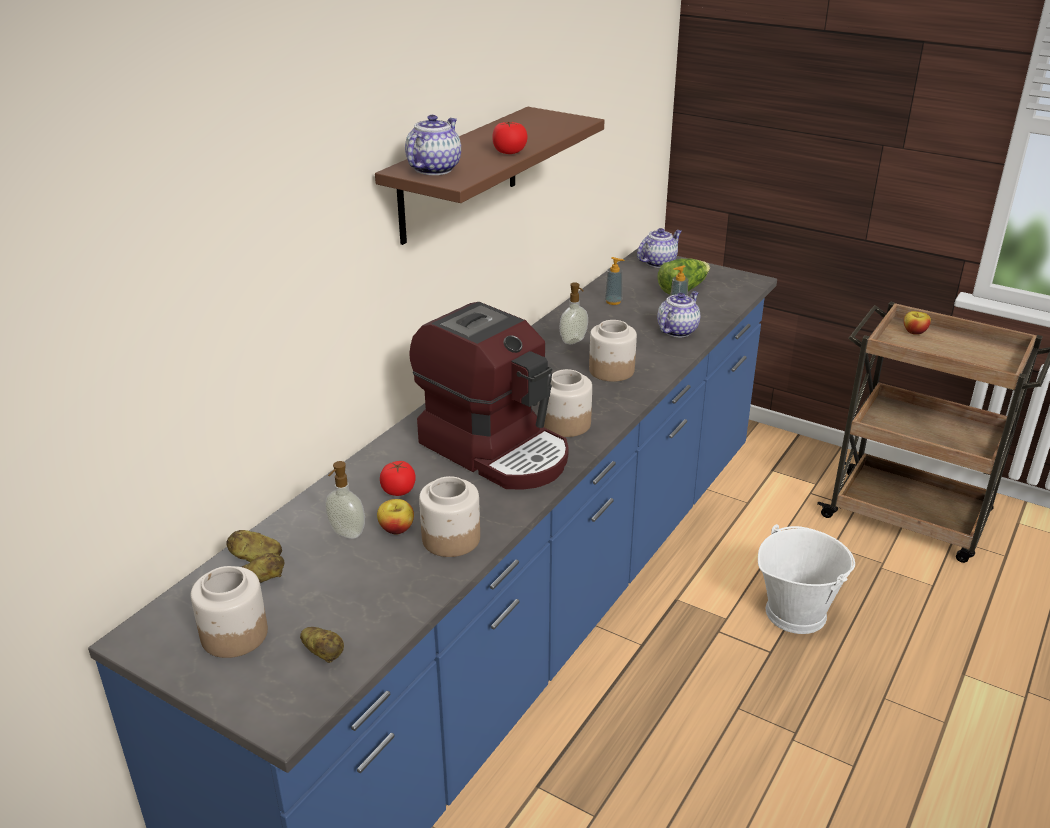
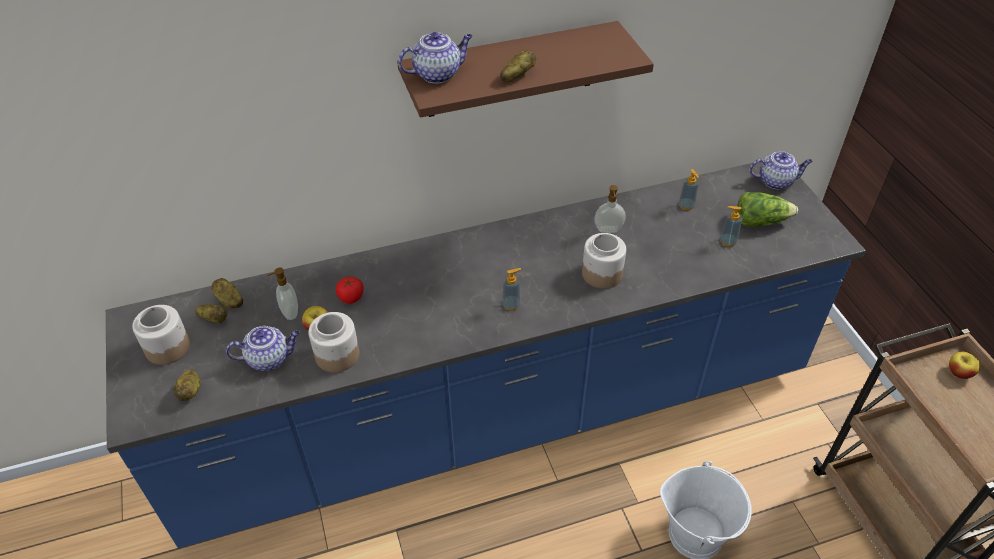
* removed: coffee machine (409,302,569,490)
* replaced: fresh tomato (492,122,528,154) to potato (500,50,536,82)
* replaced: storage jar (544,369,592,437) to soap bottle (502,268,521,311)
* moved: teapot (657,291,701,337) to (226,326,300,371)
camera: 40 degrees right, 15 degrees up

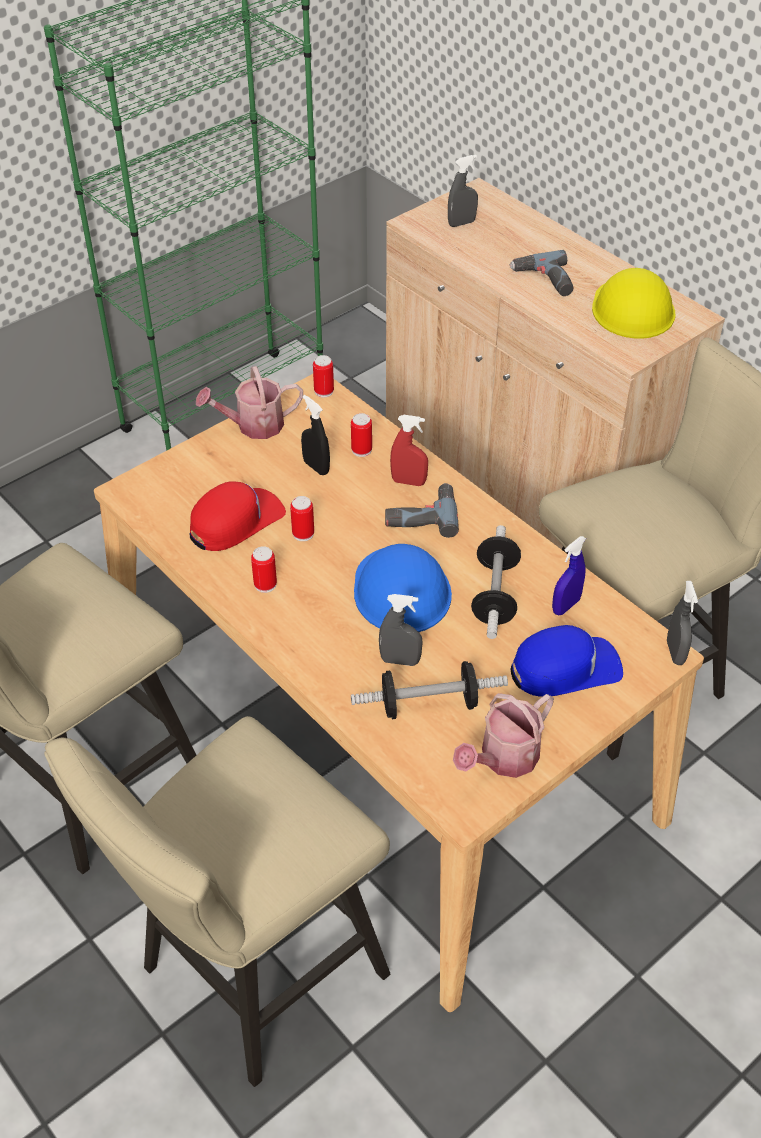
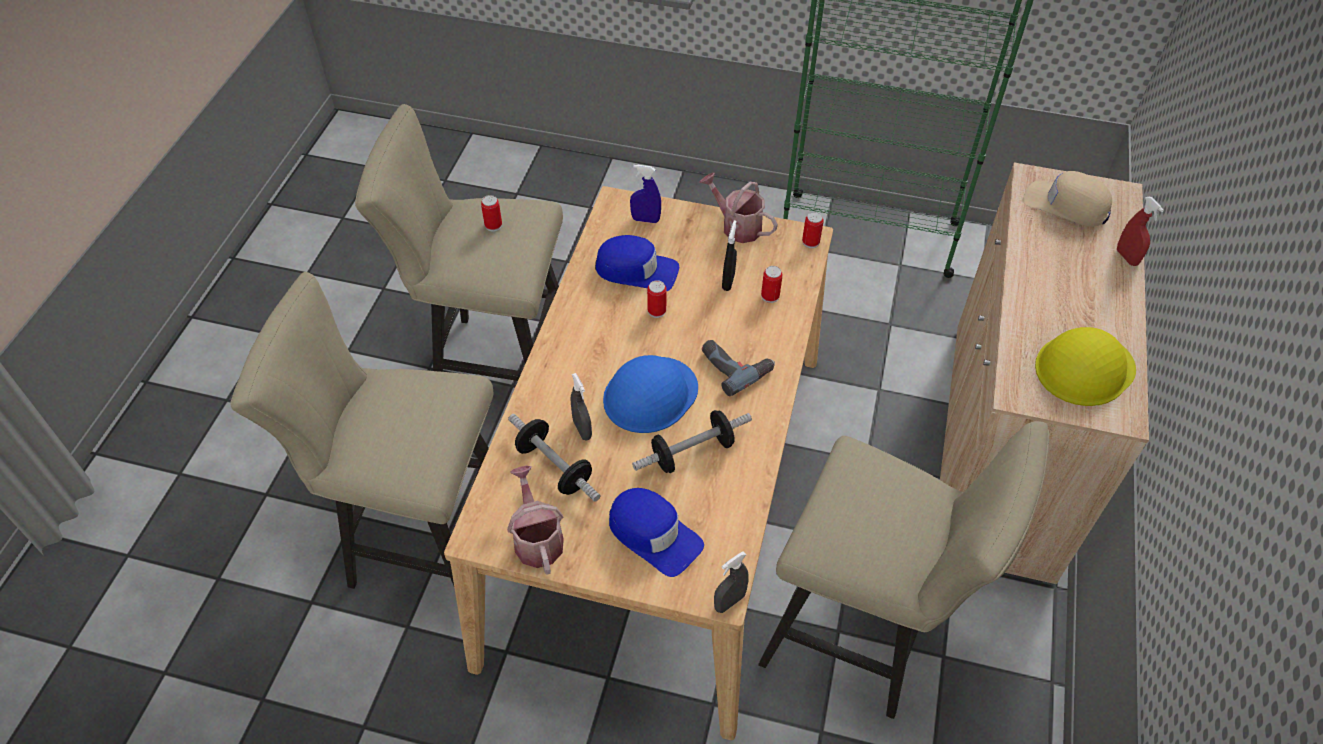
* recoloured: red-coloured cap (190,481,286,551) to blue cap (595,235,679,291)
* moved: can (251,546,277,593) to (481,195,502,232)
* moved: red-coloured spray bottle (390,415,428,486) to (1117,197,1164,266)
* replaced: grey spray bottle (448,155,478,227) to beige-coloured cap (1023,171,1112,227)
* turned: watering can (453,693,554,778) = (507,466,564,575) 60 degrees clockwise
* removed: power drill (510,250,573,296)
* moved: blue spray bottle (552,536,586,615) to (630,164,661,223)
camera: 55 degrees right, 5 degrees up

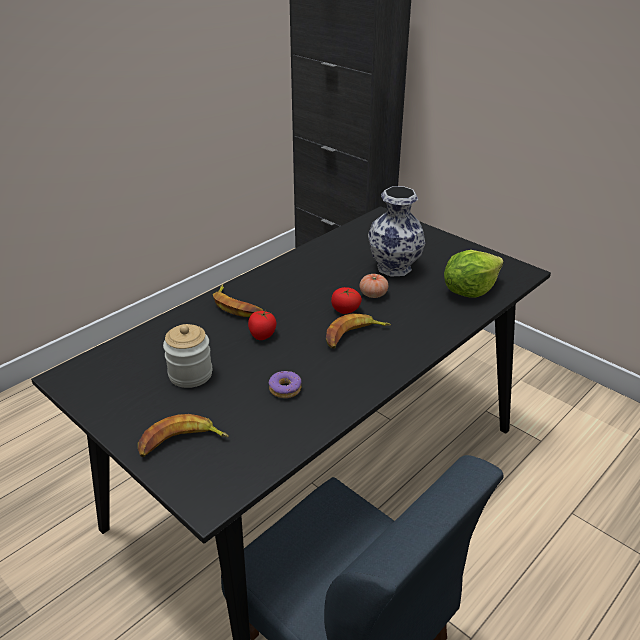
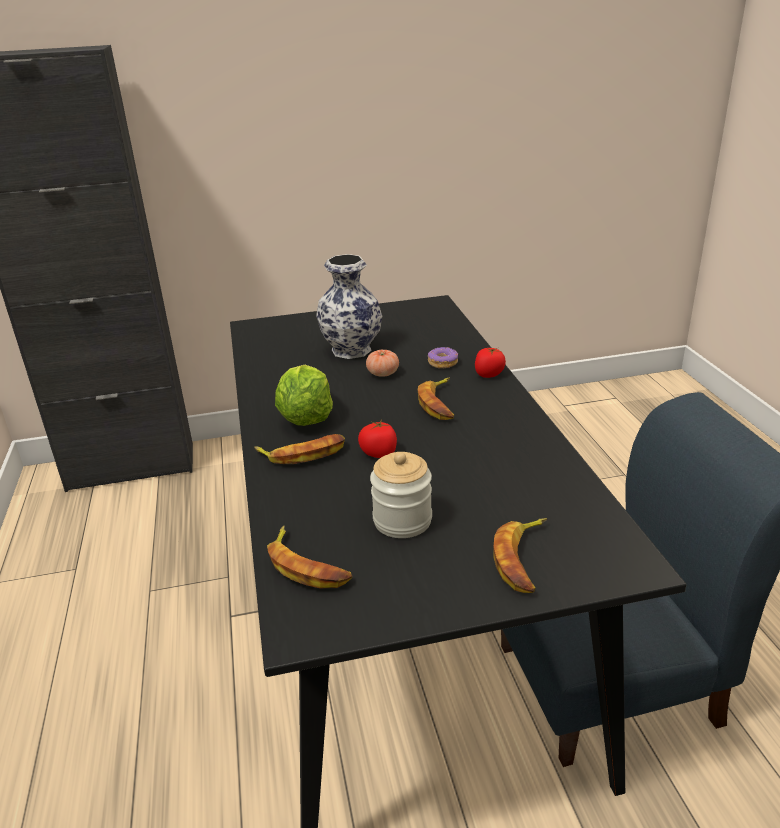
* moved: doughnut (269,371,302,398) to (428,347,458,368)
* moved: fresh tomato (331,287,362,314) to (475,348,506,378)
* moved: head of lettuce (444,250,504,298) to (275,365,333,426)
* added: whole banana (267,525,352,588)
camera: 55 degrees left, 5 degrees down

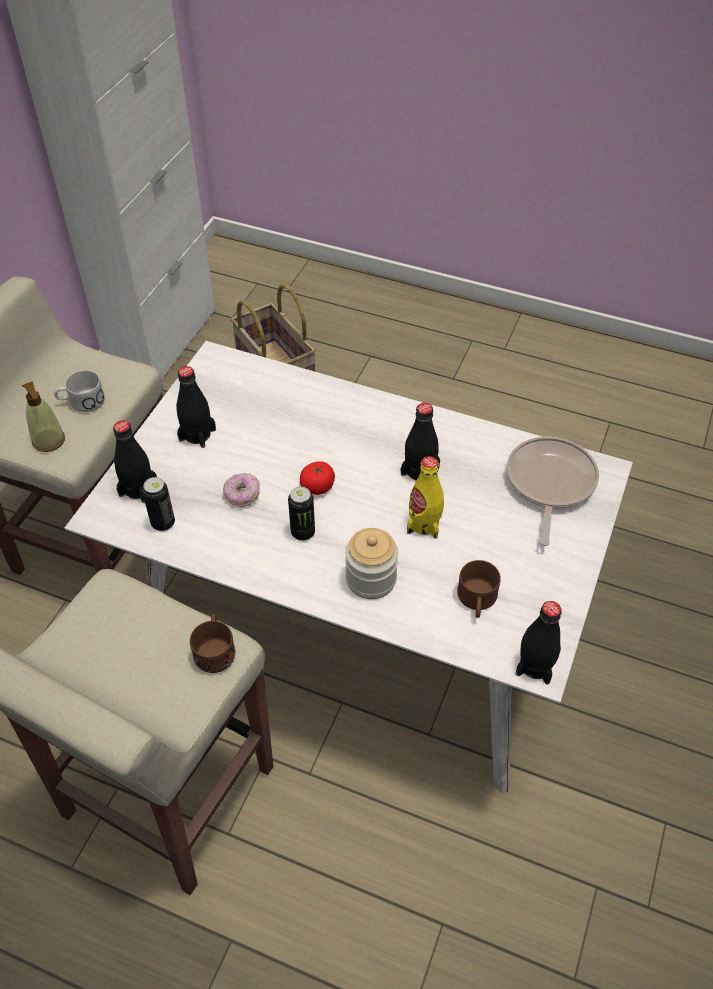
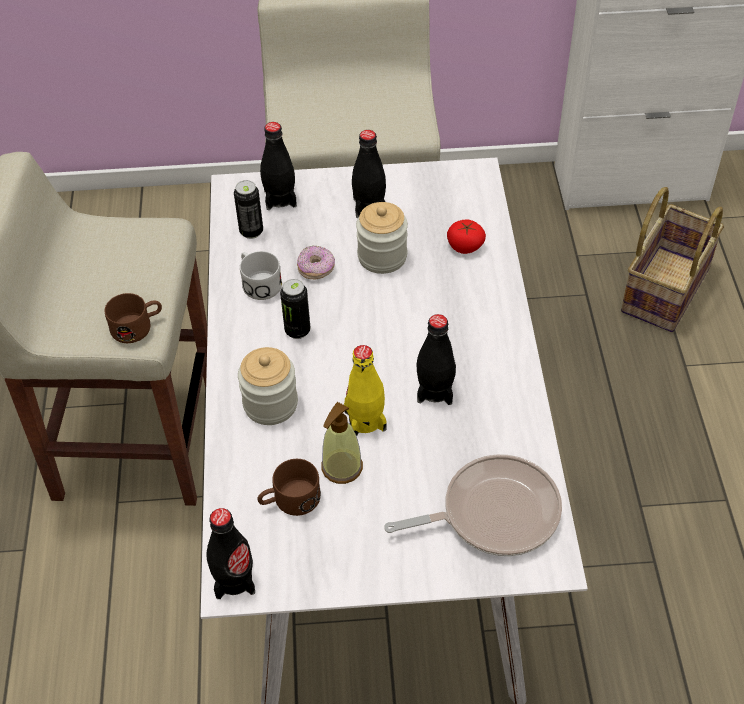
* moved: soap bottle (22,381,65,452) to (321,402,363,484)
* moved: whitish mug (54,370,105,412) to (240,251,282,300)
* moved: fresh tomato (300,461,335,495) to (447,219,486,254)
* added: storage jar (356,202,408,274)
camera: 65 degrees right, 0 degrees up

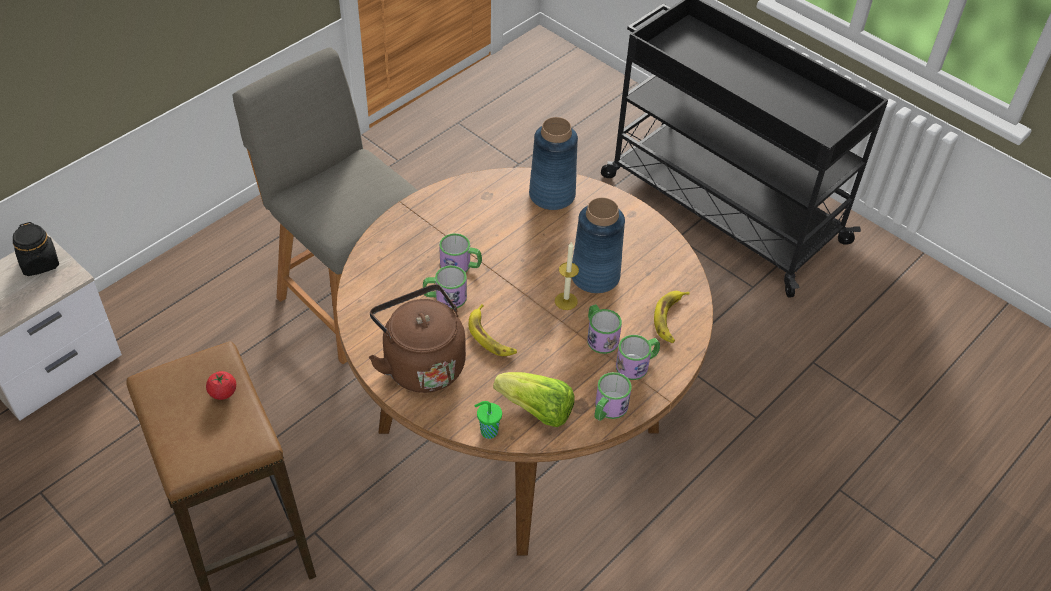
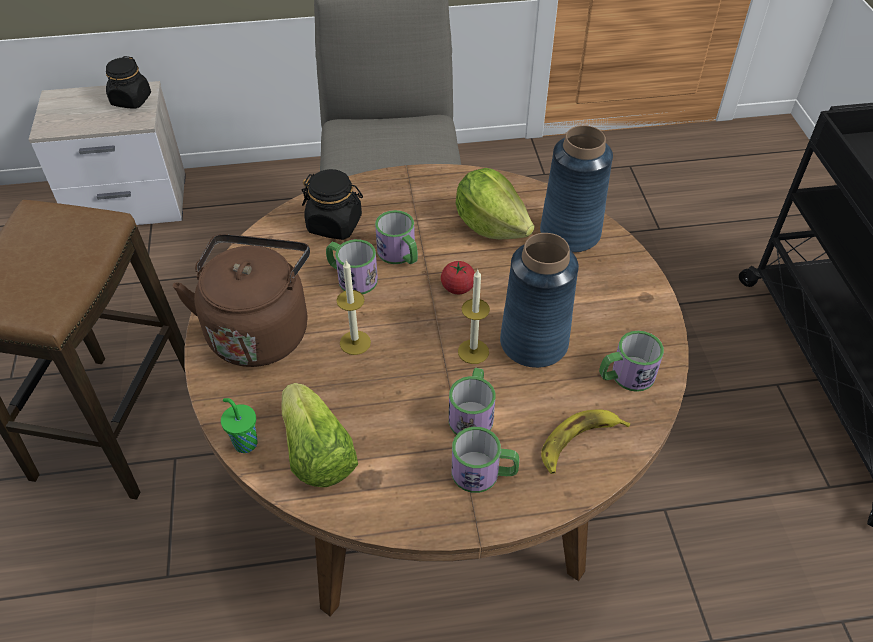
* moved: fresh tomato (206,371,236,400) to (441,261,475,294)
* replaced: whole banana (469,304,517,356) to wax light (336,261,371,355)
* moved: mug (594,372,632,421) to (599,331,664,392)
* added: blackish storage jar (302,169,363,240)
* added: head of lettuce (456,168,534,239)
camera: 40 degrees right, 0 degrees up

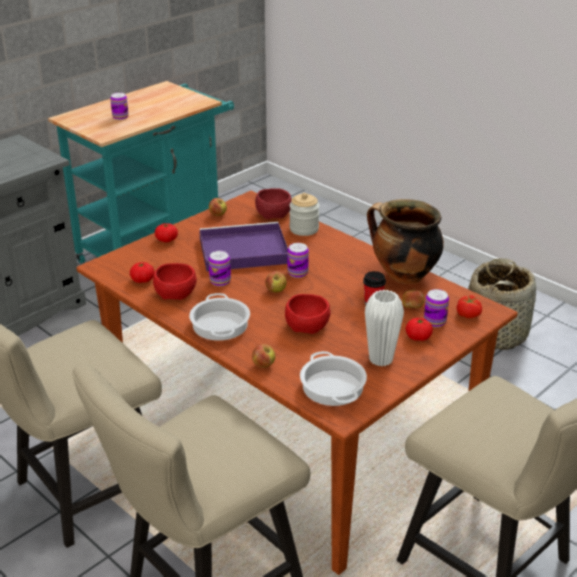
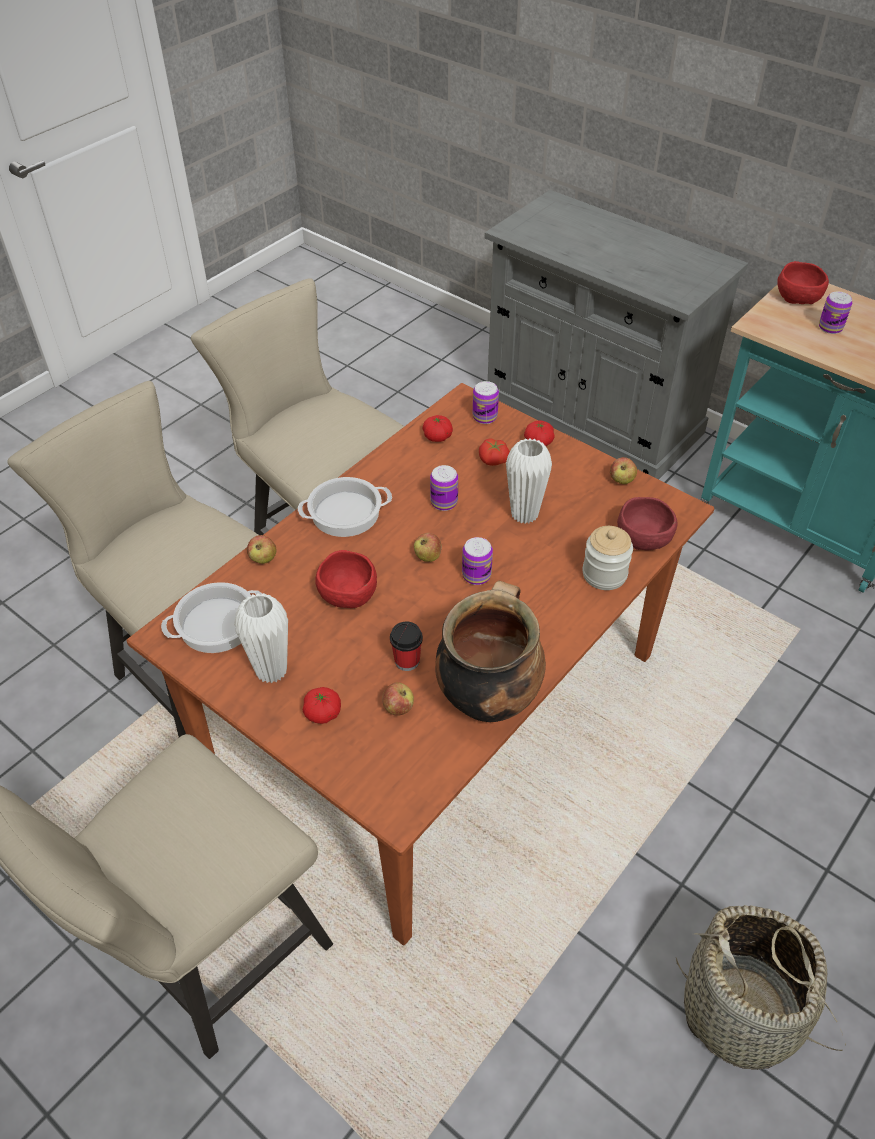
* moved: red-coloured deep dish (153,263,197,300) to (777,261,829,304)
* replaced: purple-coloured tray (199,222,288,272) to whitish vase (506,438,552,524)
* moved: can (424,289,449,327) to (473,381,499,424)
* moved: fresh tomato (456,295,482,318) to (479,438,510,466)
camera: 85 degrees right, 15 degrees up

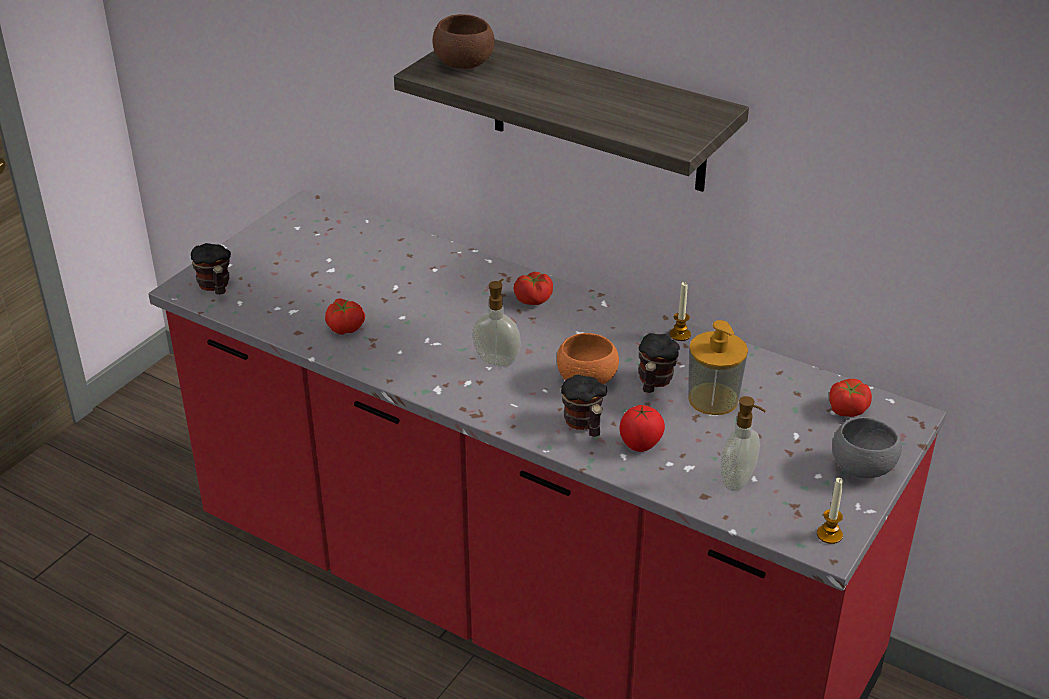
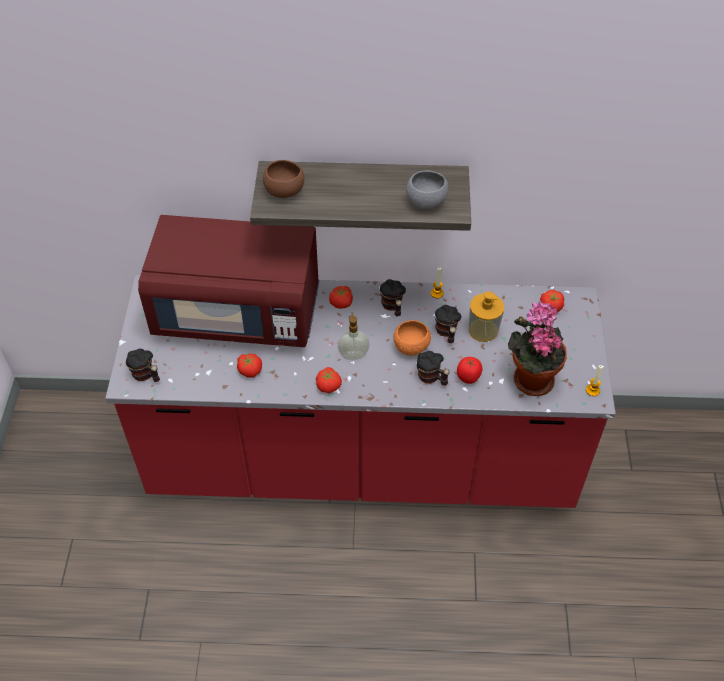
* replaced: soap bottle (721,396,766,491) to plant in a pot (508,301,567,396)
* moved: grey deep dish (832,417,902,478) to (406,170,448,209)
* added: red-coloured microwave (138,215,319,347)
* added: fresh tomato (316,367,342,393)
* added: mug (380,279,406,317)
camera: 30 degrees left, 15 degrees up

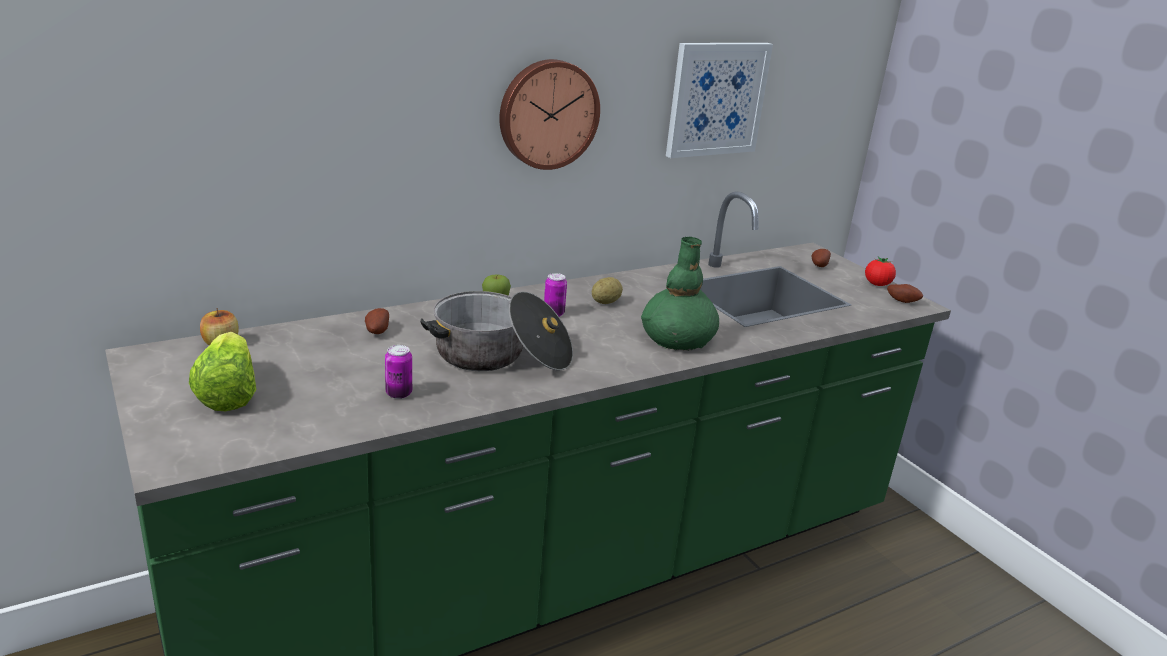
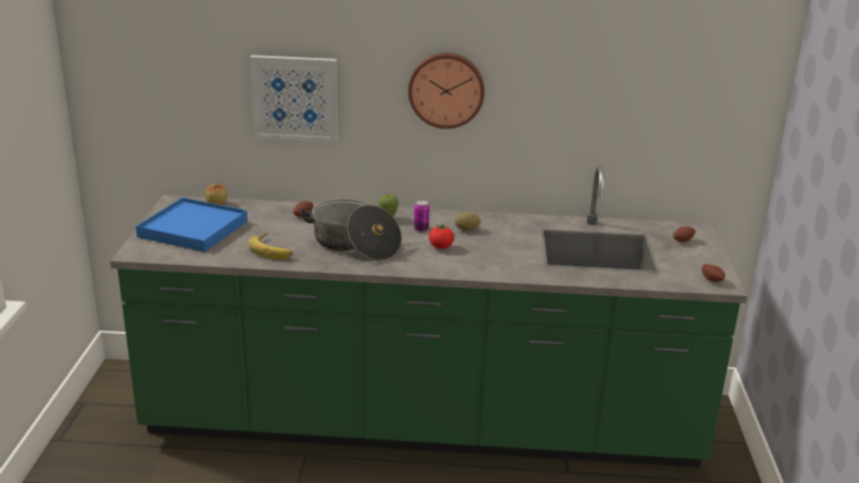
* replaced: head of lettuce (189,332,256,411) to blue tray (136,197,248,252)
* replaced: can (385,345,412,399) to whole banana (248,233,293,259)
* removed: green-coloured vase (641,237,719,351)
* moved: wall picture (666,43,773,158) to (250,55,338,143)
* moved: fresh tomato (865,257,896,286) to (429,224,454,249)
camera: 35 degrees right, 0 degrees up

